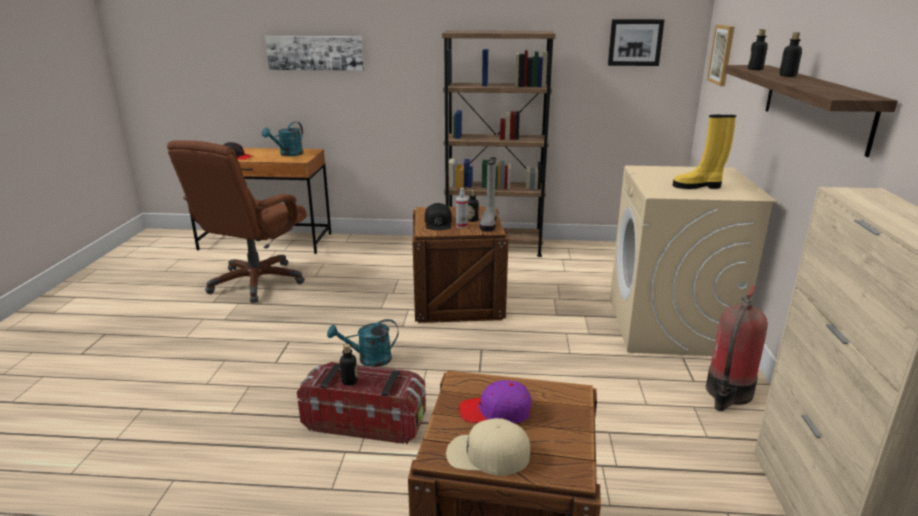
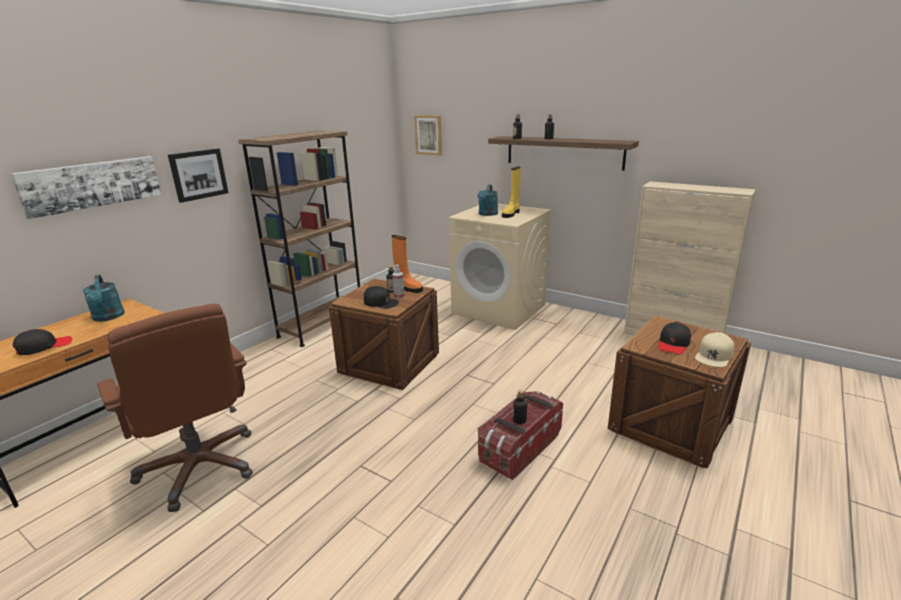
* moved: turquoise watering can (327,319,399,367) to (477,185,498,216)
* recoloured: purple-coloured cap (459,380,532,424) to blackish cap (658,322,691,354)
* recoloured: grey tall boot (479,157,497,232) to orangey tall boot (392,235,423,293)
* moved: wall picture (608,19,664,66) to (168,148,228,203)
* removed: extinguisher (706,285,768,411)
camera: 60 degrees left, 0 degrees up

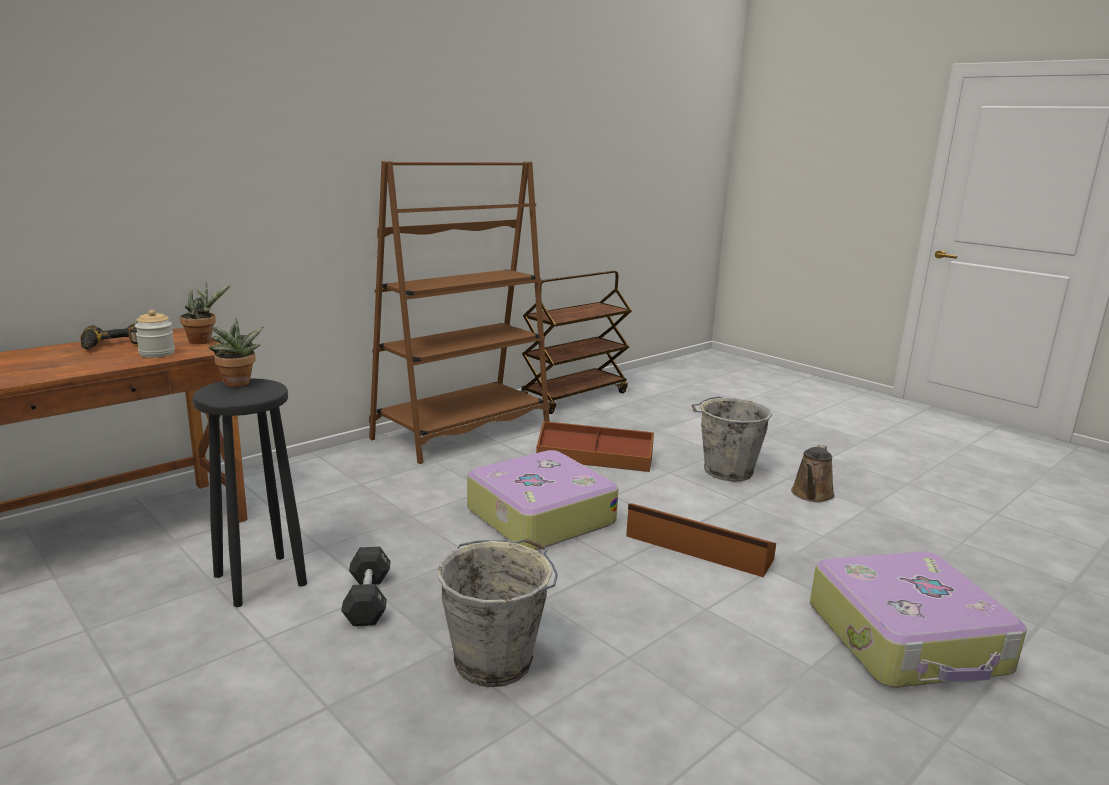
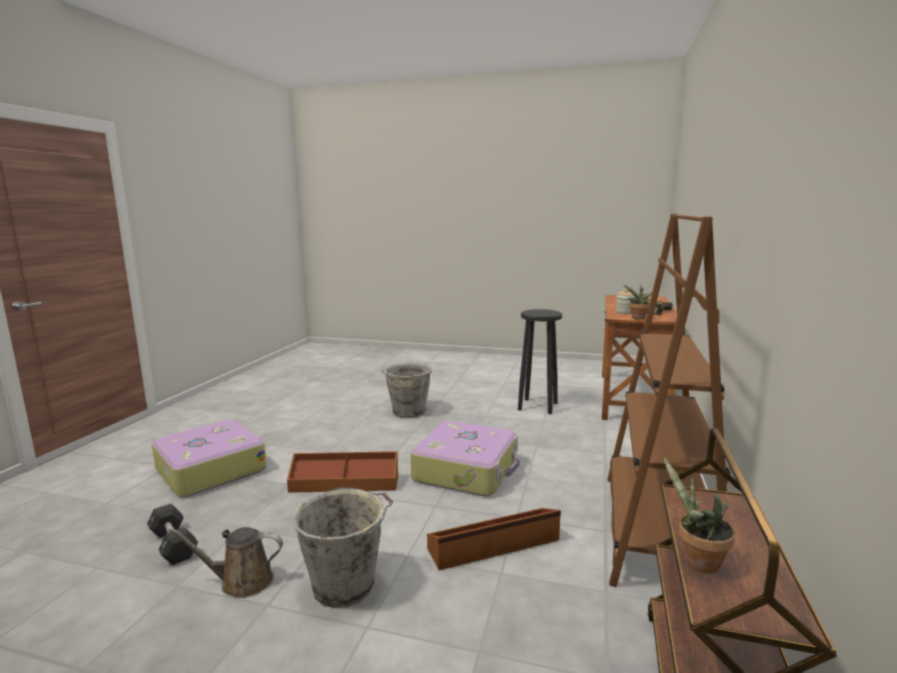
* moved: plant in a pot (209,318,264,387) to (663,458,735,573)
* moved: blackish free weight (341,547,391,626) to (147,504,198,565)
* turned: brownish watering can (791,445,835,502) = (168,527,283,598) 90 degrees counterclockwise
camera: 150 degrees right, 5 degrees down

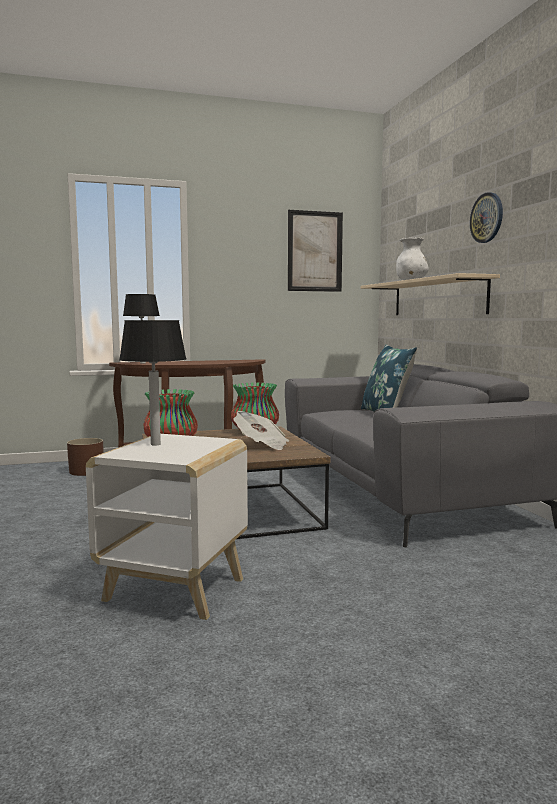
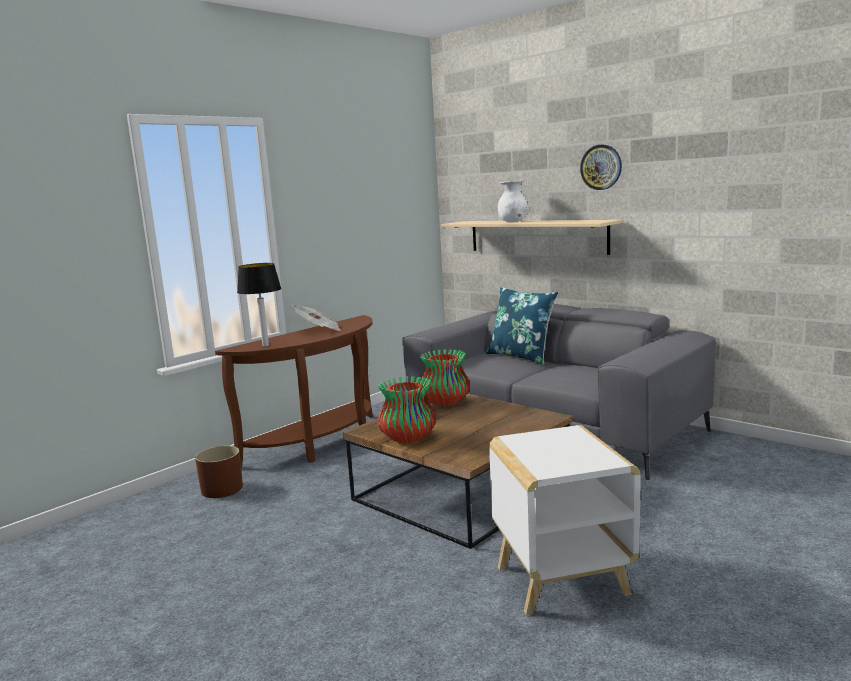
* removed: table lamp (119,320,186,446)
* moved: daily paper (233,411,289,450) to (292,305,340,331)
* removed: wall picture (288,210,343,292)
camera: 30 degrees left, 5 degrees up

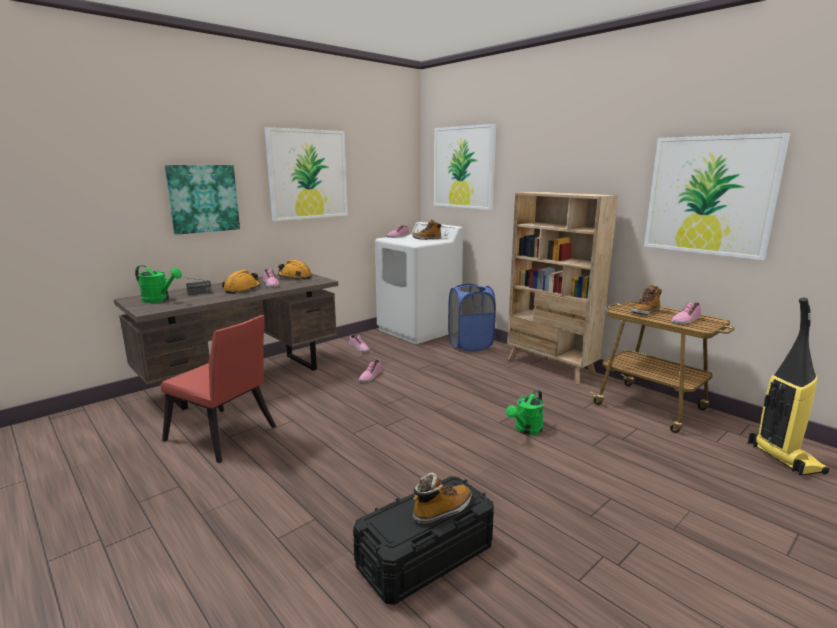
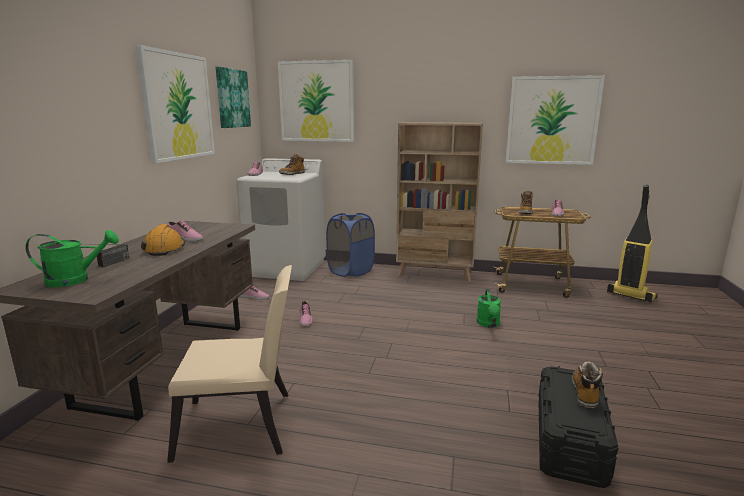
* recoloured: red-coloured upright chair (161,315,277,463) to beige-coloured upright chair (167,265,292,463)
* moved: wall picture (165,165,240,235) to (216,67,251,128)
* removed: orangey work helmet (278,260,312,280)
camera: 35 degrees left, 0 degrees up

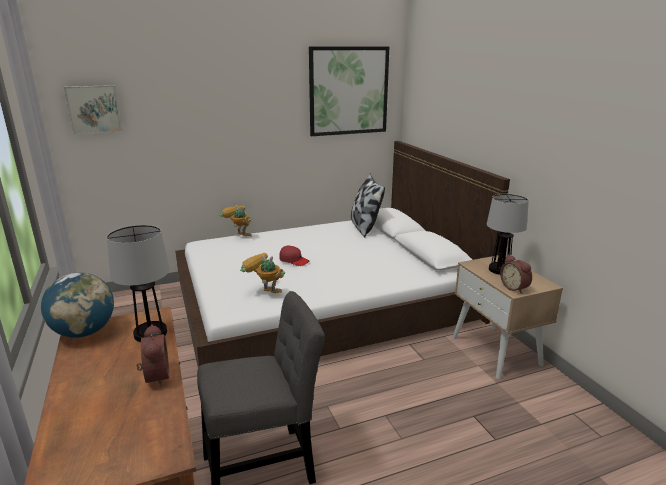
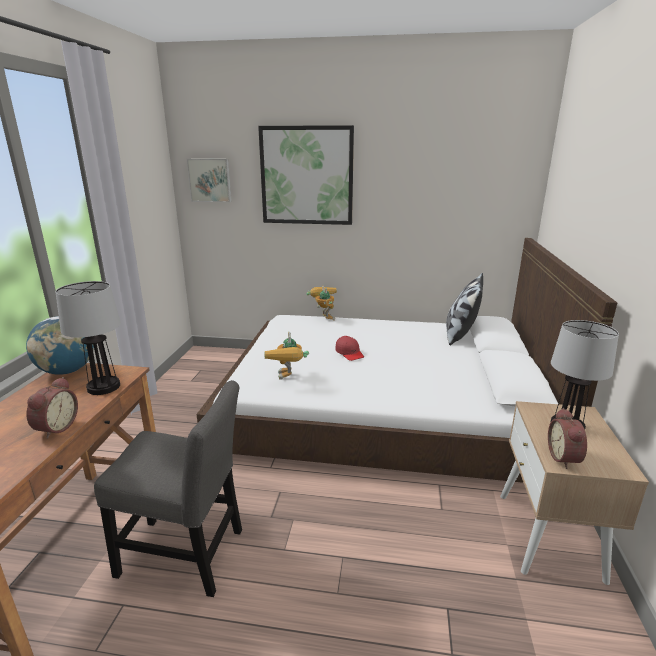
* turned: model robot (240,253,285,293) = (265,332,309,380) 150 degrees counterclockwise
* moved: wall picture (309,46,389,136) to (258,125,354,225)
camera: 30 degrees right, 0 degrees up

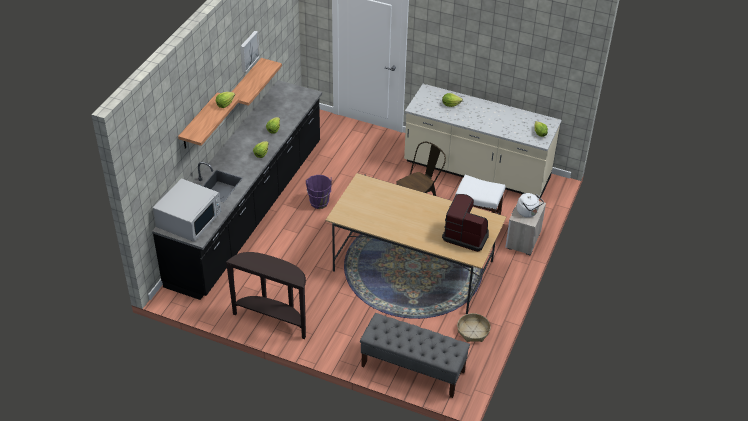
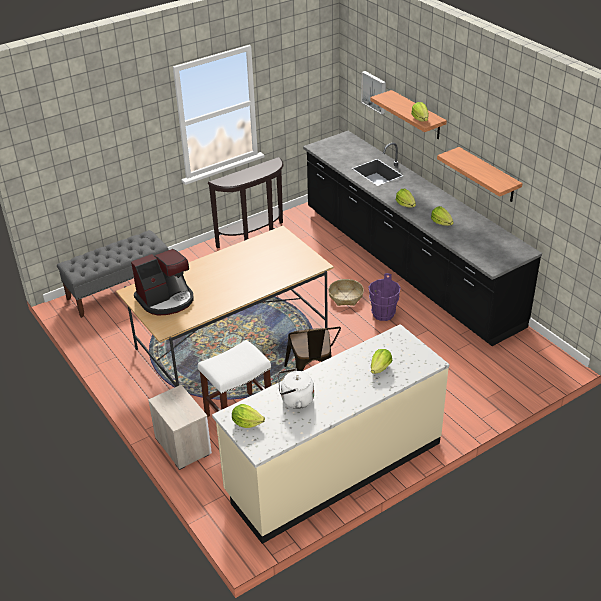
* removed: whitish microwave (153,178,221,242)
* moved: wall picture (240,31,260,73) to (361,71,386,115)
* moved: storage basket (457,313,491,342) to (328,279,364,306)
* moved: whitish kettle (517,193,544,217) to (278,368,314,409)
camera: 125 degrees right, 5 degrees down

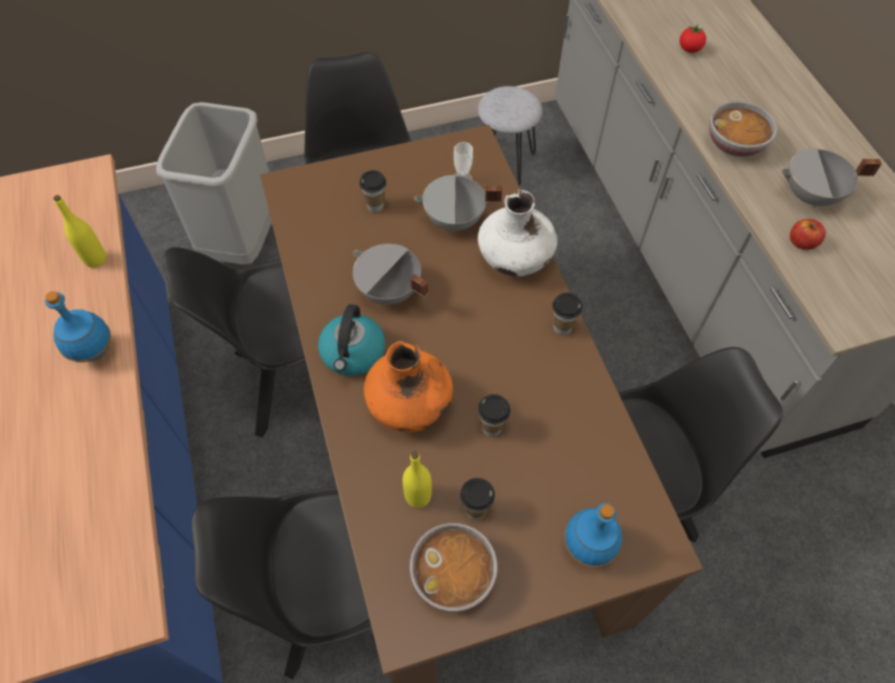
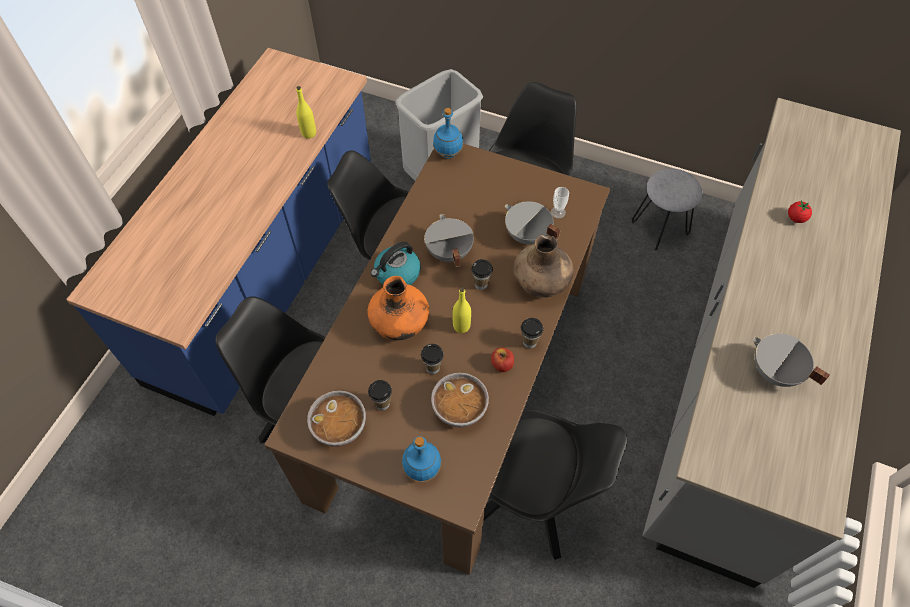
* moved: blue beverage bottle (45,291,111,362) to (433,108,463,159)
* moved: cup (359,170,386,212) to (471,259,493,290)
* moved: yellow beverage bottle (403,451,432,508) to (452,287,471,333)
* recoloured: whitish vase (478,190,558,277) to brownish vase (513,235,574,298)
* moved: deep dish (709,101,777,157) to (431,373,489,428)
* moved: apple fruit (790,219,826,250) to (491,347,514,372)
camera: 40 degrees right, 0 degrees up

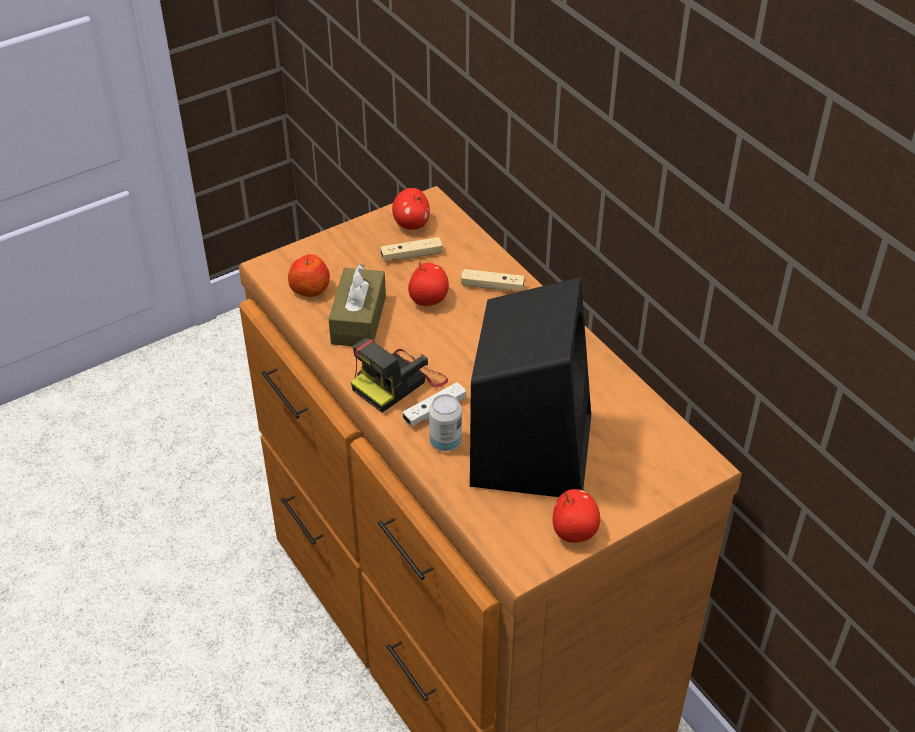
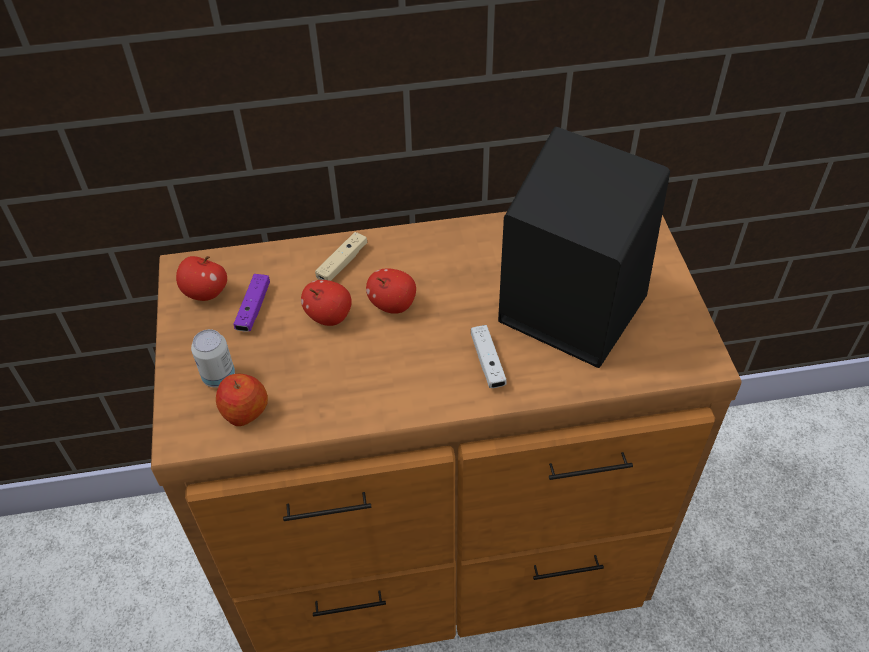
* removed: brownish tissue box (328,264,386,346)
* removed: still camera (351,338,448,412)
* recoloured: beige-coloured gamepad (381,237,443,260) to purple-coloured gamepad (234,274,270,332)
* moved: can (429,394,462,451) to (191,329,235,388)
* moved: apple fruit (553,489,600,543) to (366,269,416,314)
camera: 65 degrees left, 5 degrees up

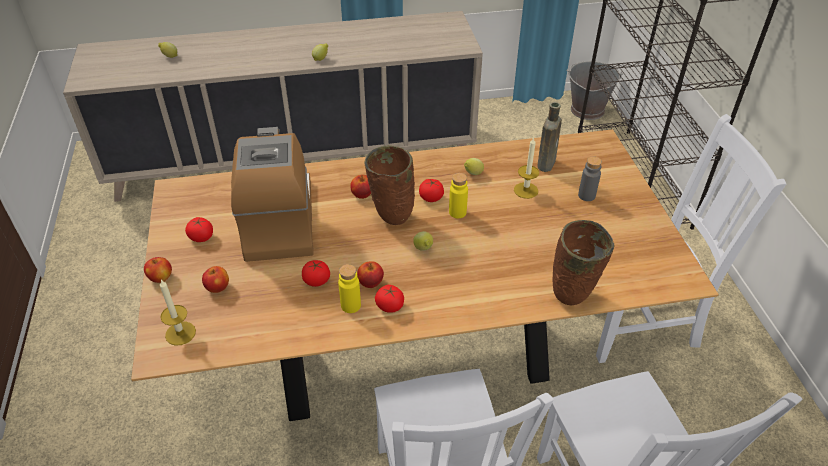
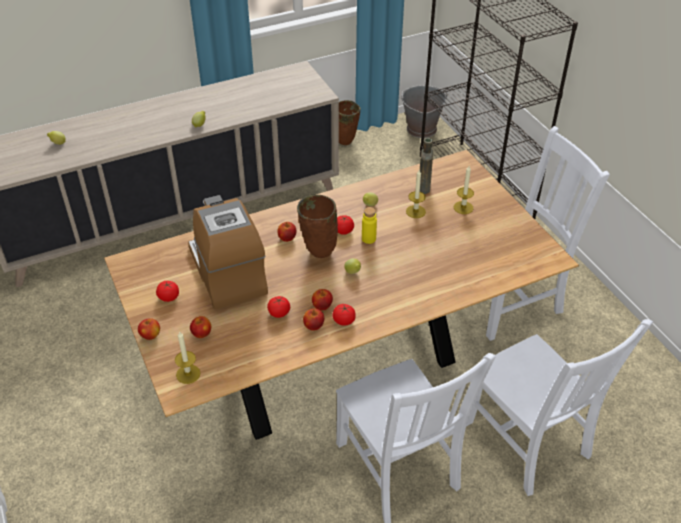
* replaced: yellow beverage bottle (338,264,361,313) to apple fruit (303,308,324,331)
* moved: brownish vase (552,220,615,305) to (339,100,361,145)
* replaced: grey beverage bottle (578,156,602,201) to wax light (454,166,474,214)
camera: 15 degrees left, 0 degrees up

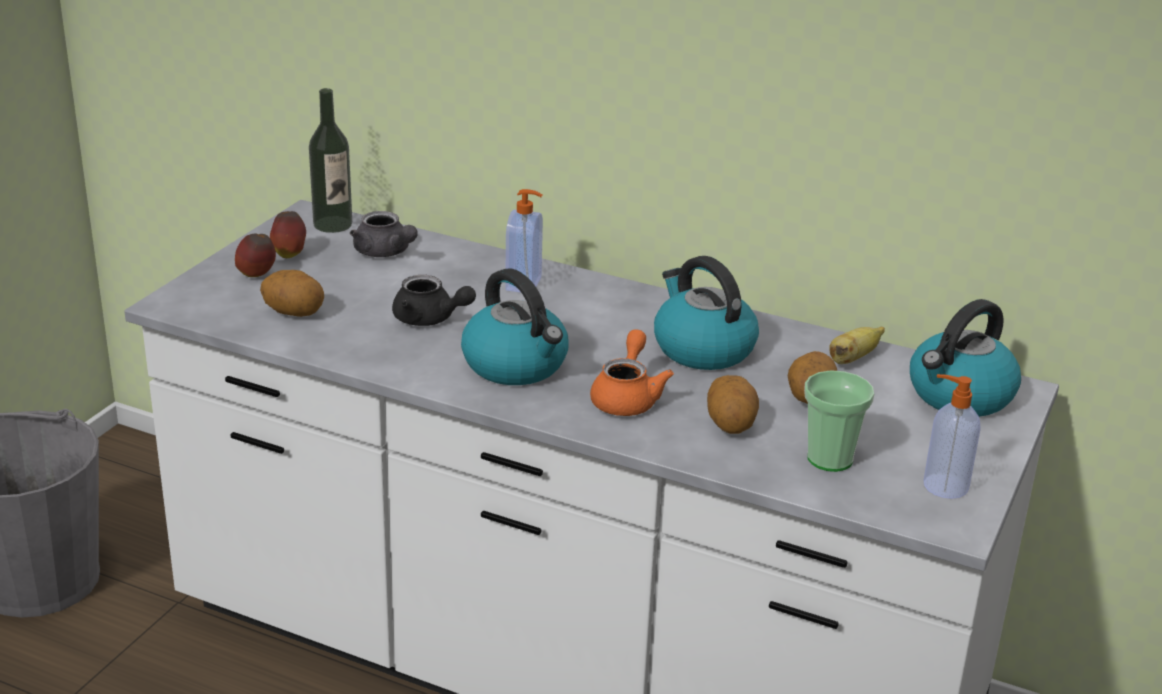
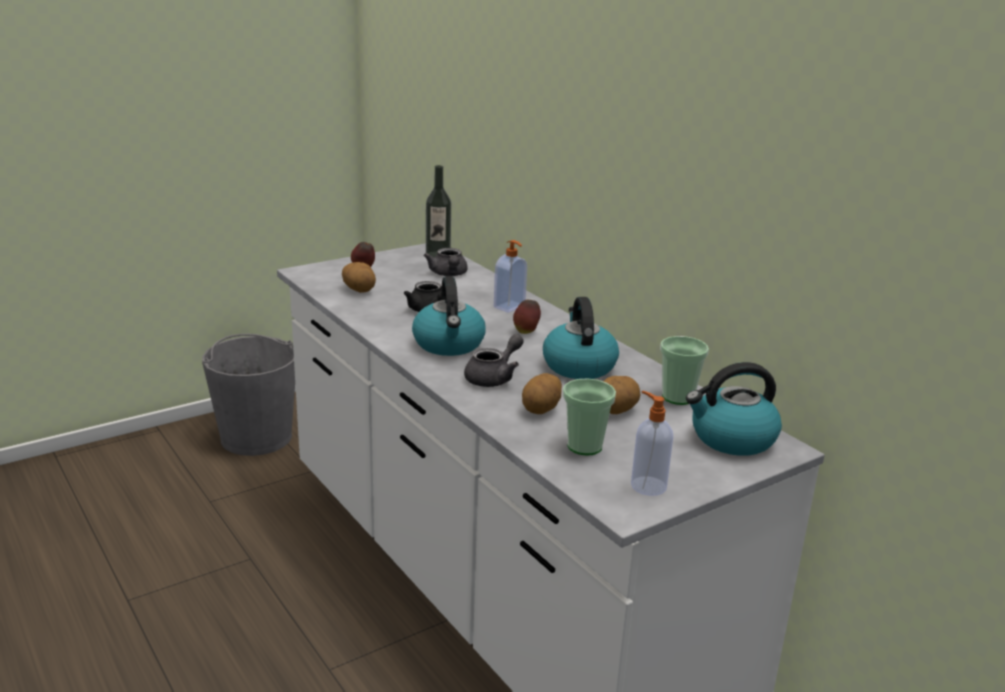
* moved: apple fruit (270,211,306,258) to (513,300,541,334)
* recoloured: orangey teapot (590,329,674,416) to grey teapot (464,334,524,387)
* replaced: whole banana (829,327,885,364) to cup (660,336,709,405)
camera: 30 degrees right, 5 degrees down

